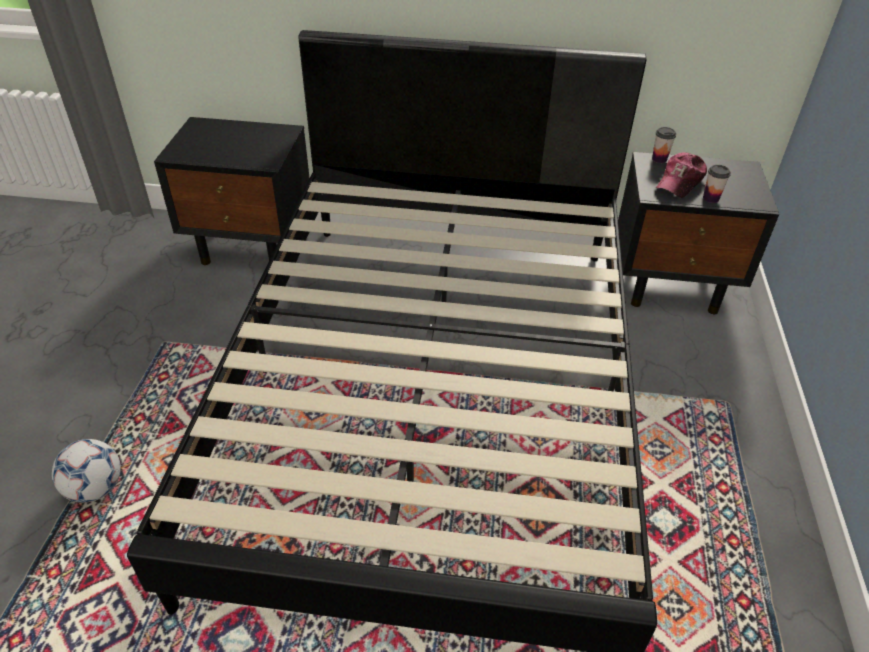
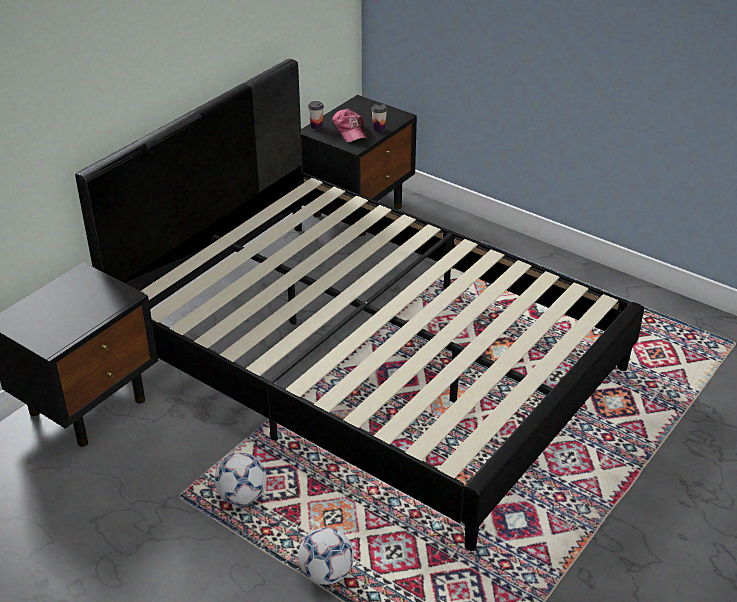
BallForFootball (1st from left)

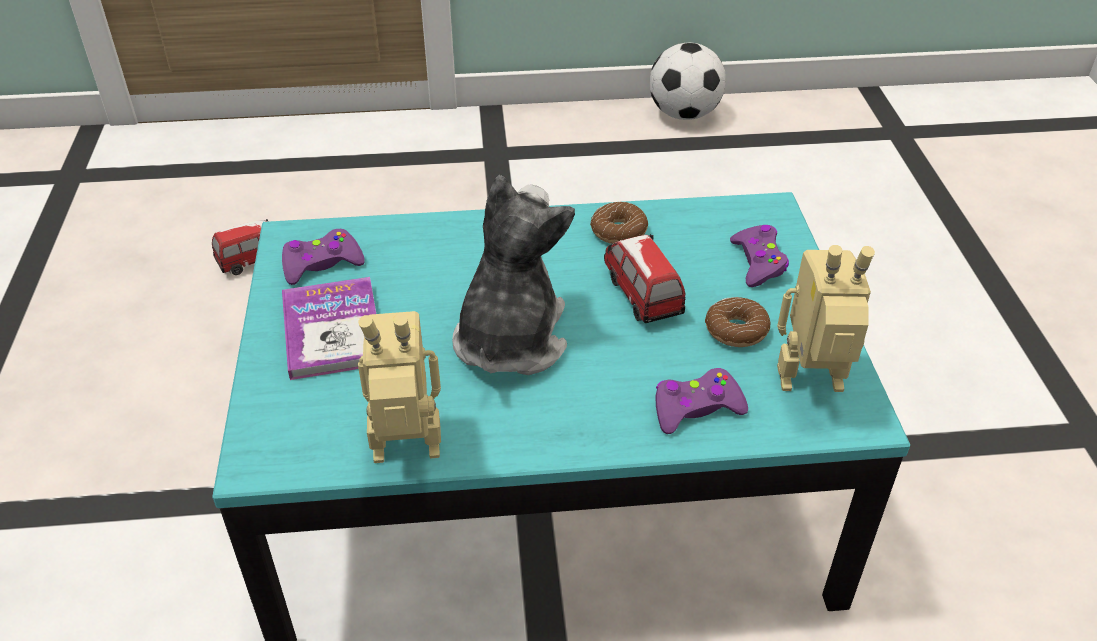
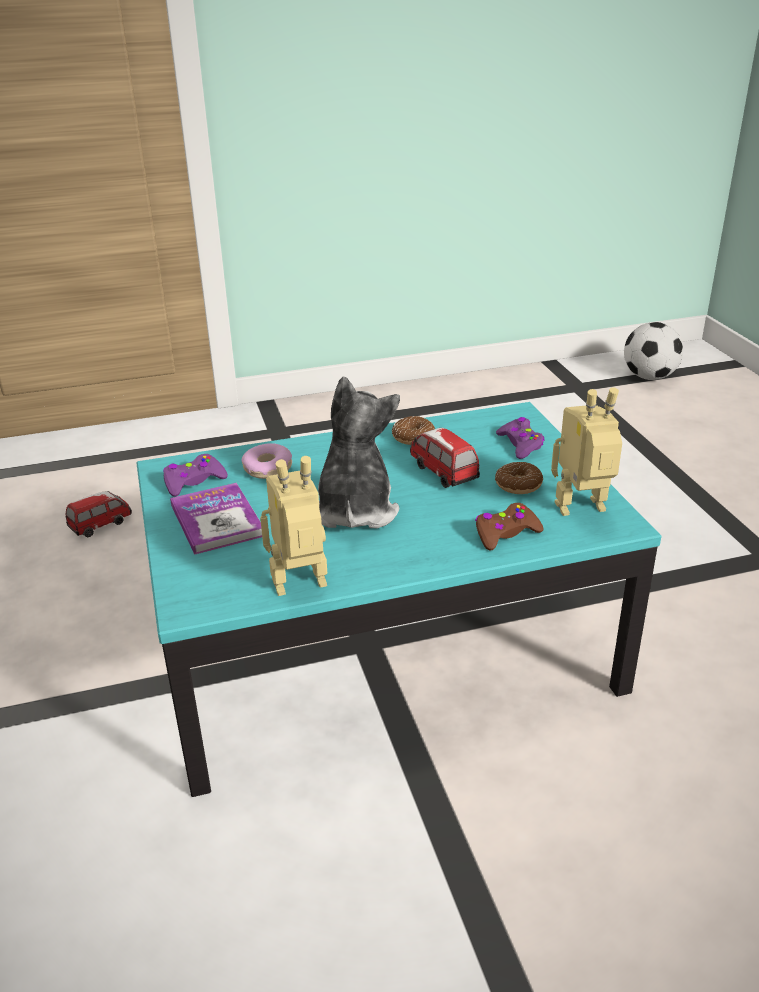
Doughnut (1st from left)
BallForFootball
BrownishGamepad

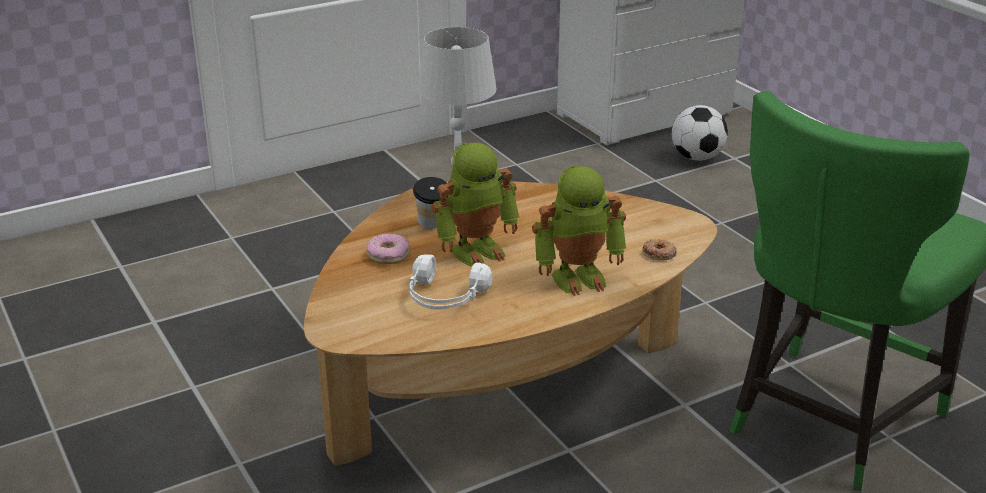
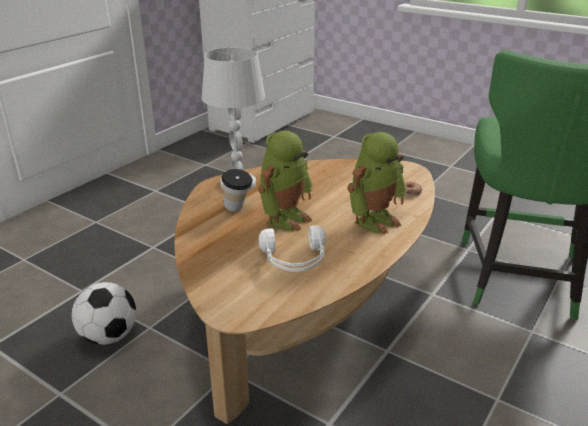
Doughnut (1st from left in the first image)
BallForFootball

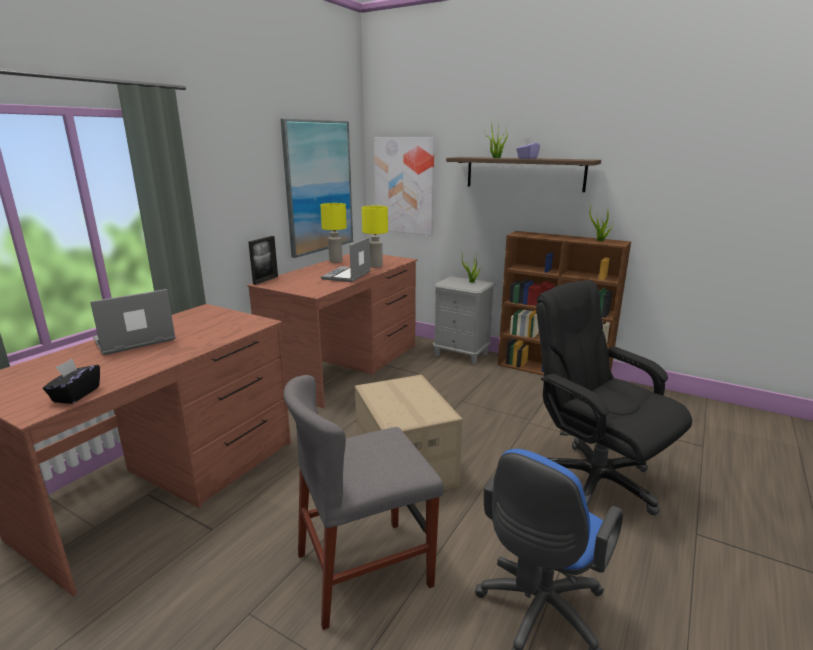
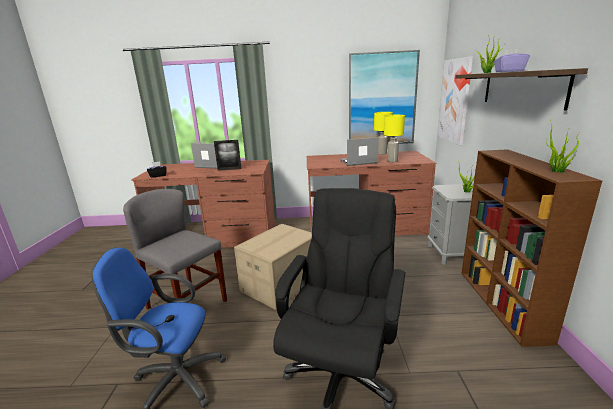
PhotoFrame

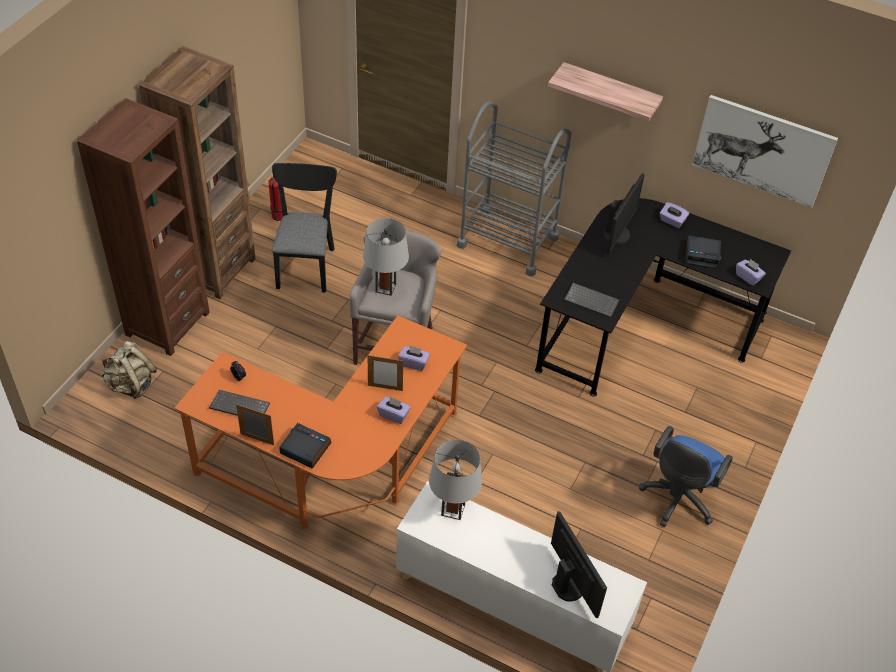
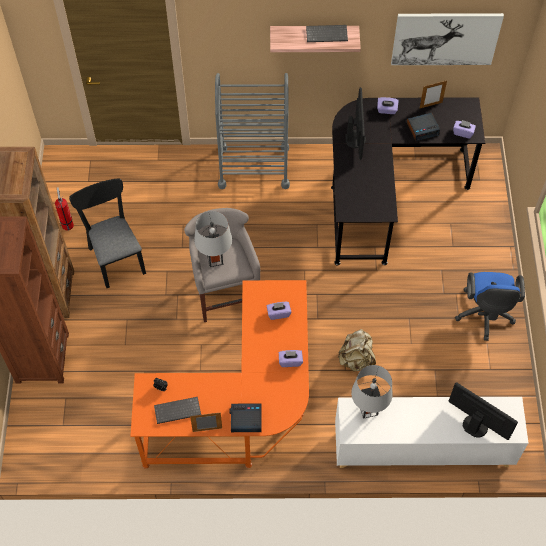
BeigeKnapsack
PhotoFrame (2nd from left)
Keyboard (2nd from left)

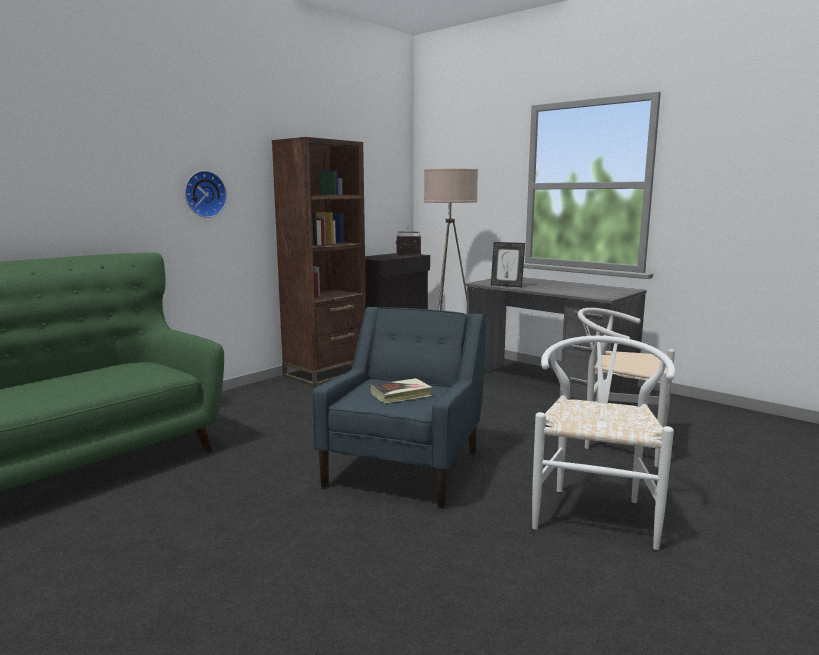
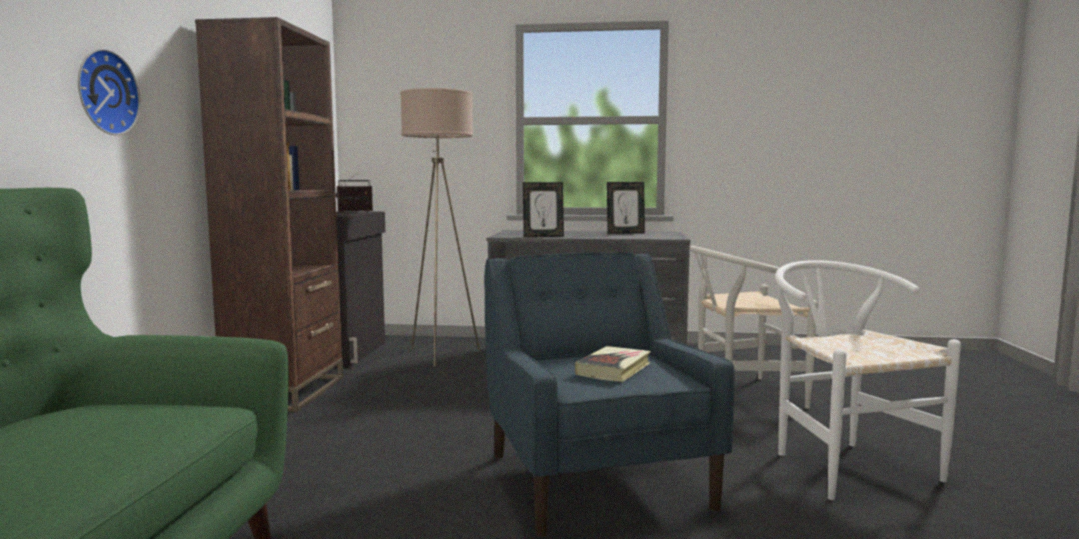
PhotoFrame (2nd from left)

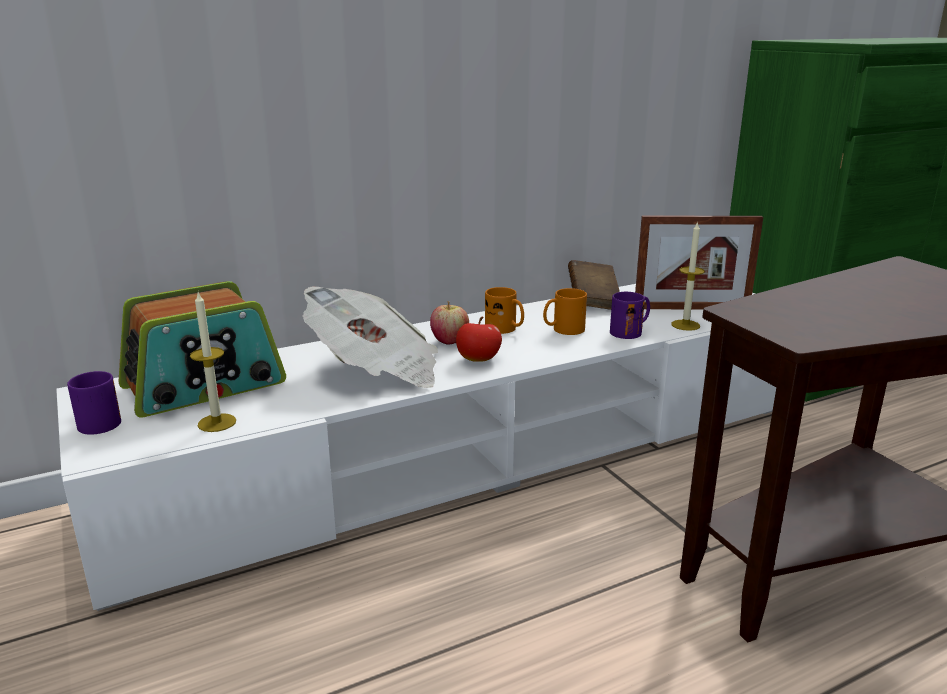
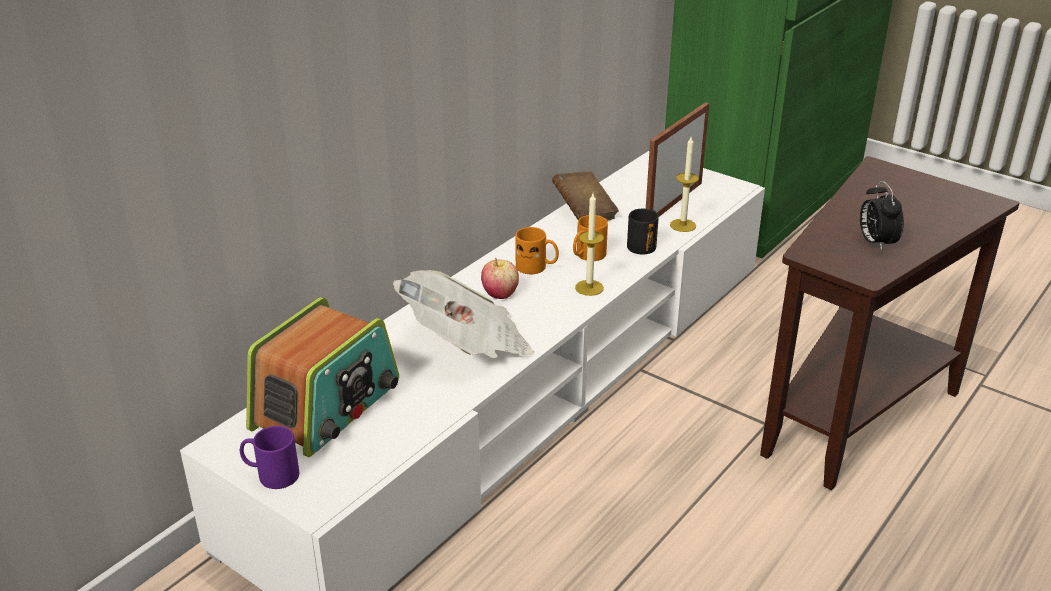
WholeApple (2nd from left in the first image)
TableClock
WaxLight (1st from left)
BlackMug
PhotoFrame

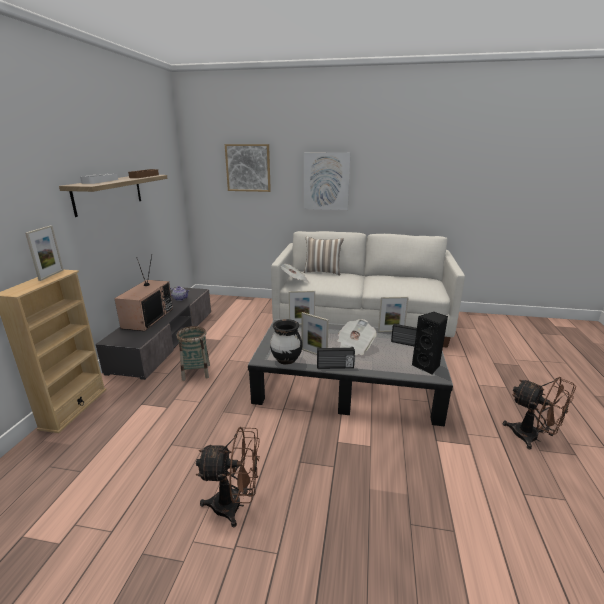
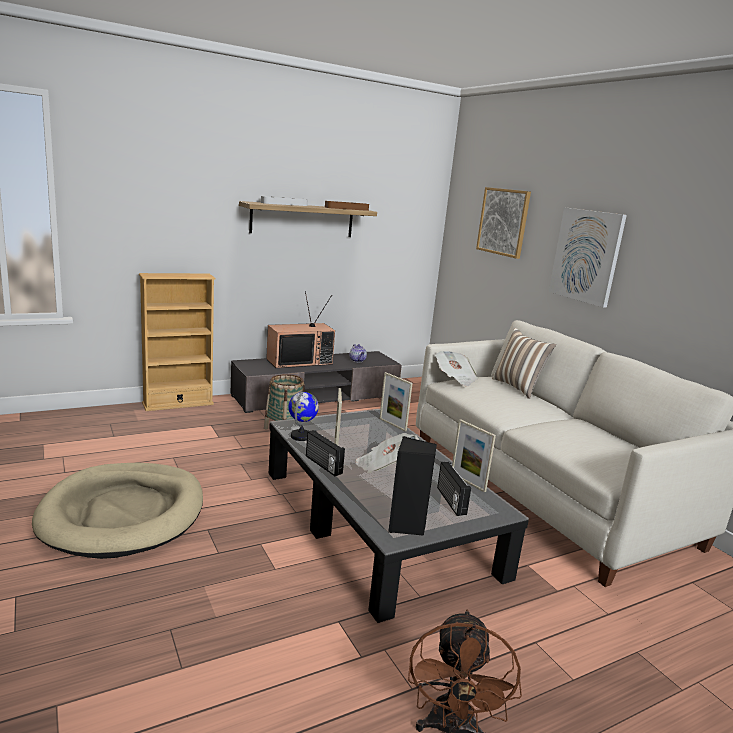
PhotoFrame (1st from left in the first image)
BeigeDogCushion
Globe

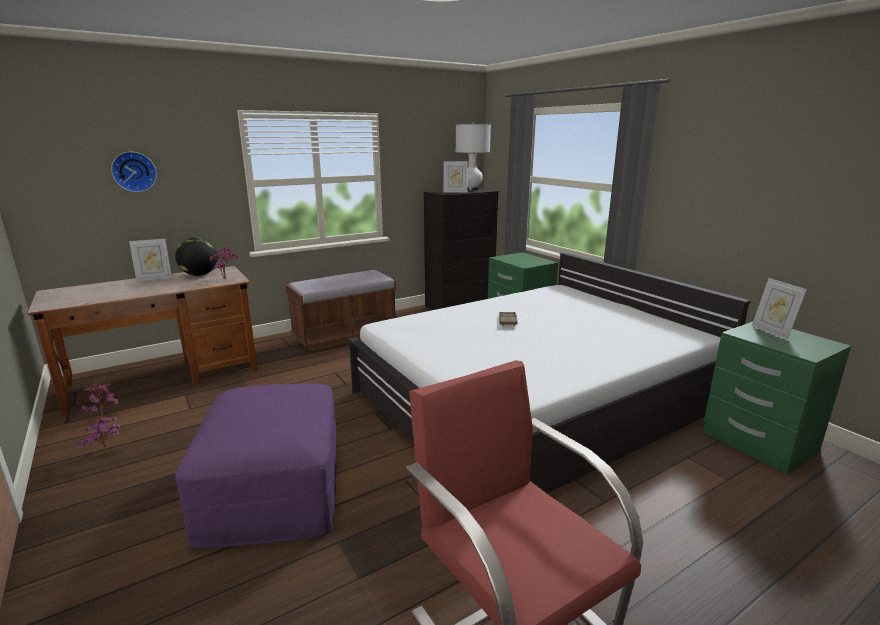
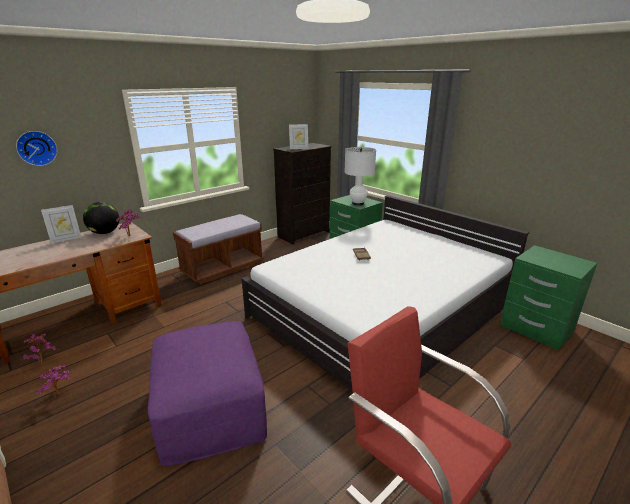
PhotoFrame (3rd from left in the first image)
WhitishLampForATable

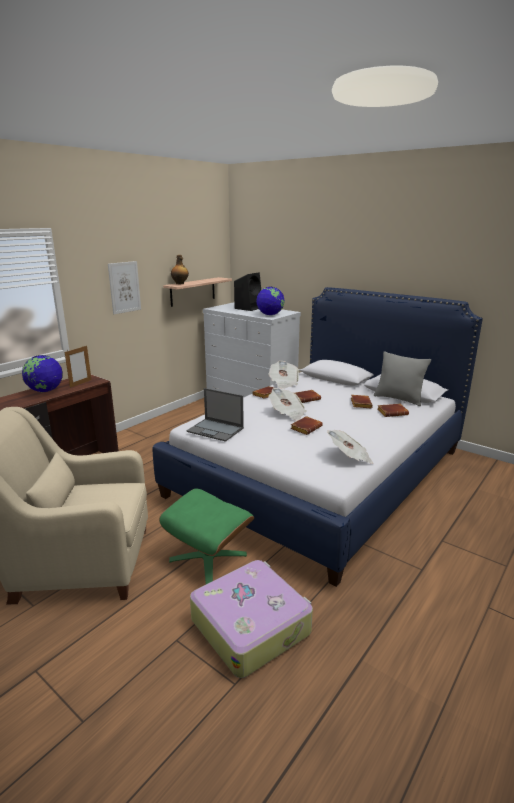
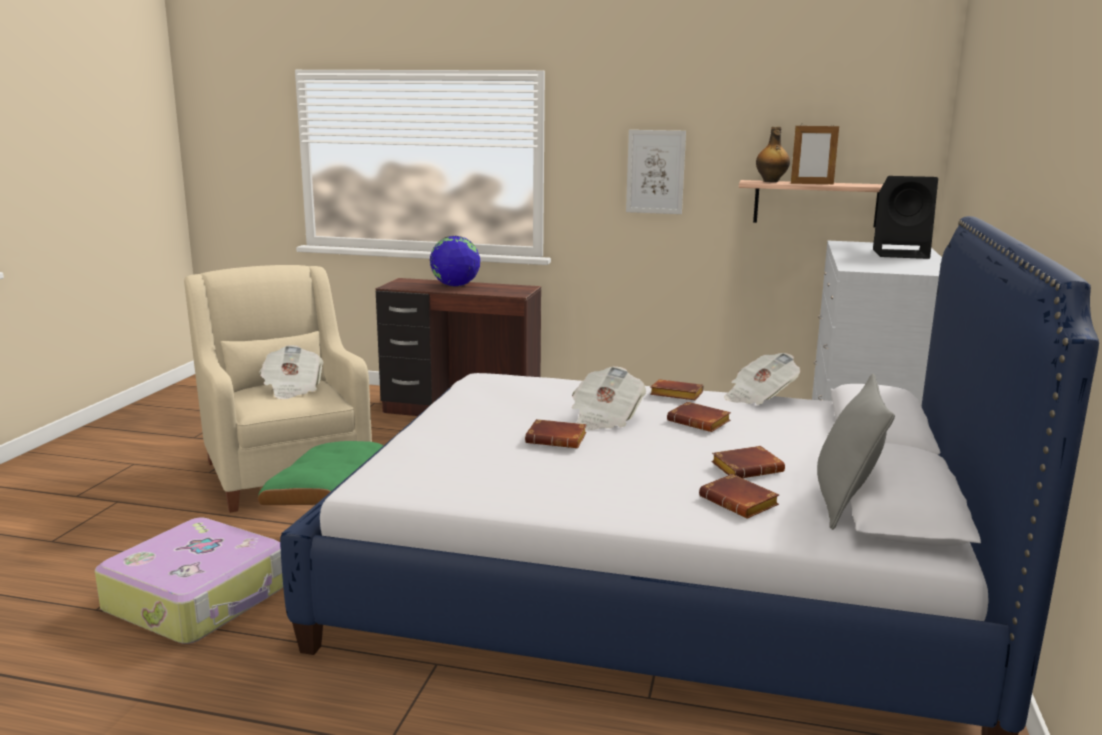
PortableComputer
Globe (2nd from left in the first image)
PhotoFrame
PrintedPaper (1st from left)

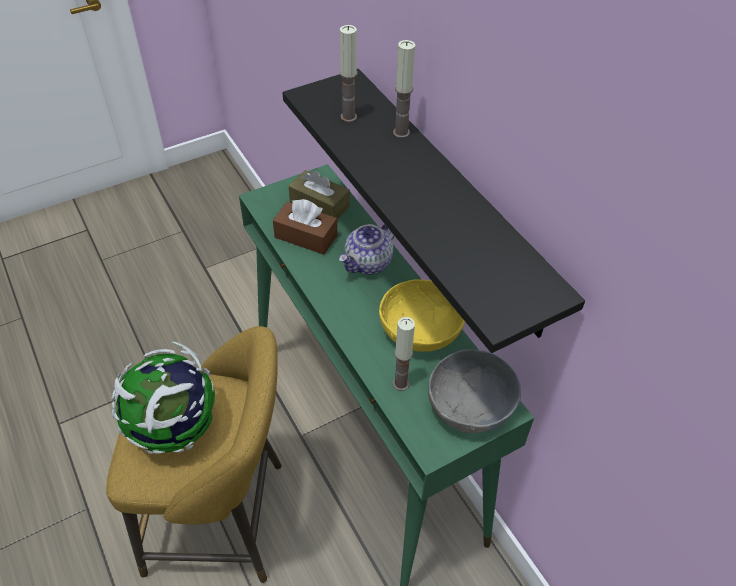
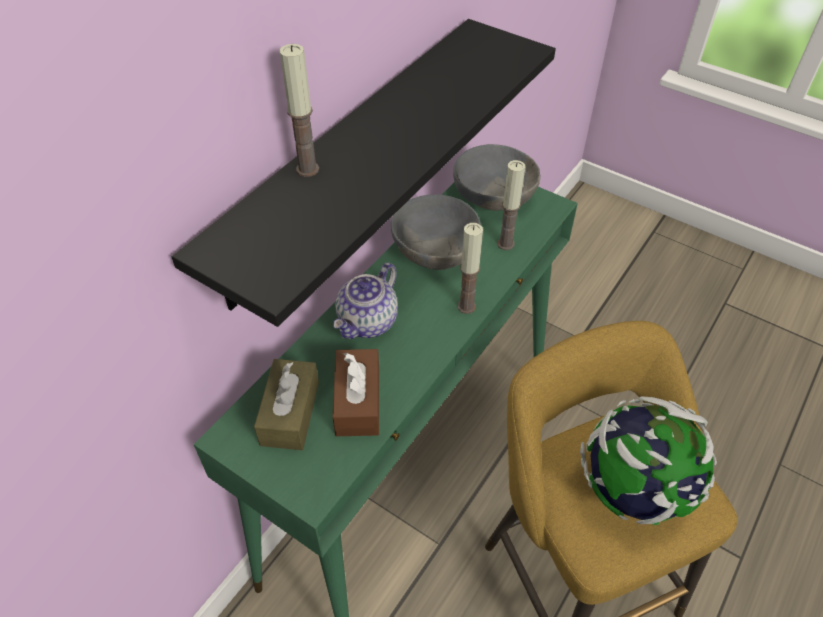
WaxLight (2nd from left)
GrayServingBowl (1st from left)
PotForTea

